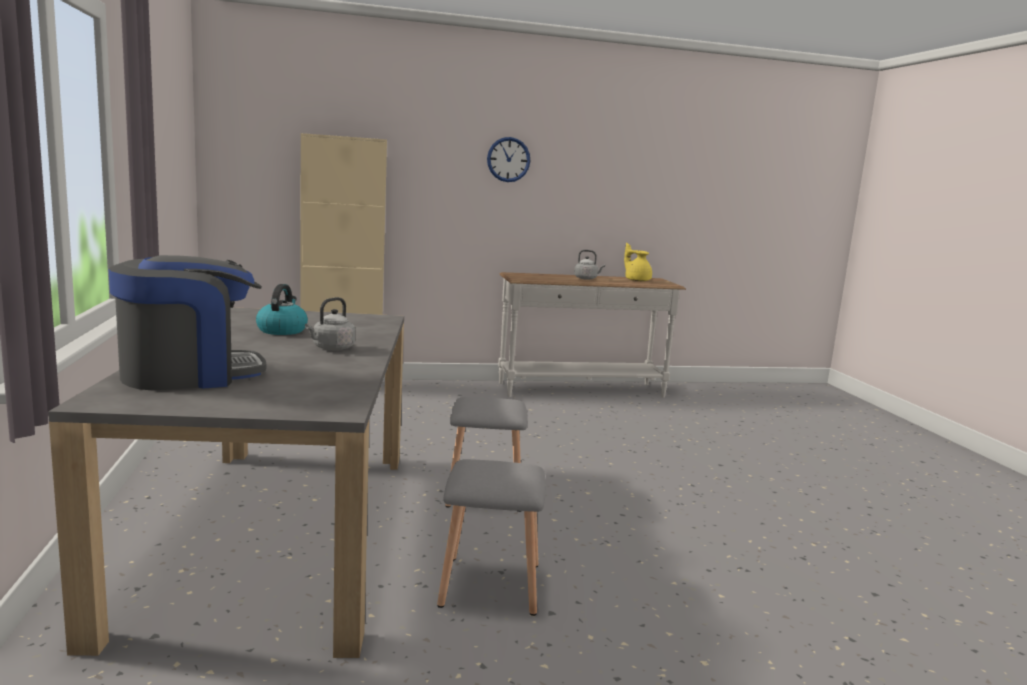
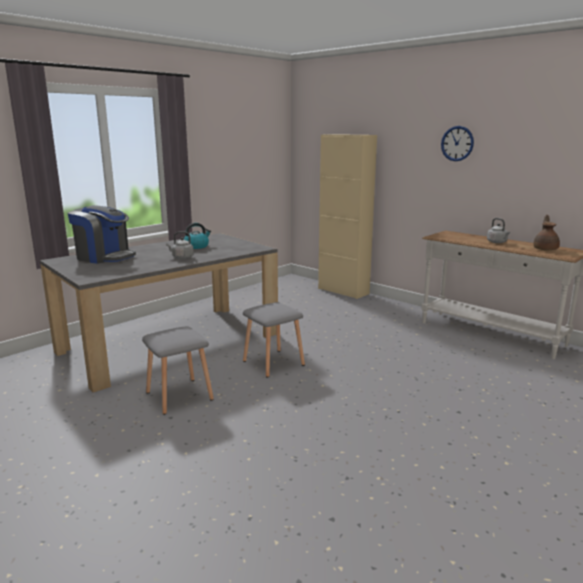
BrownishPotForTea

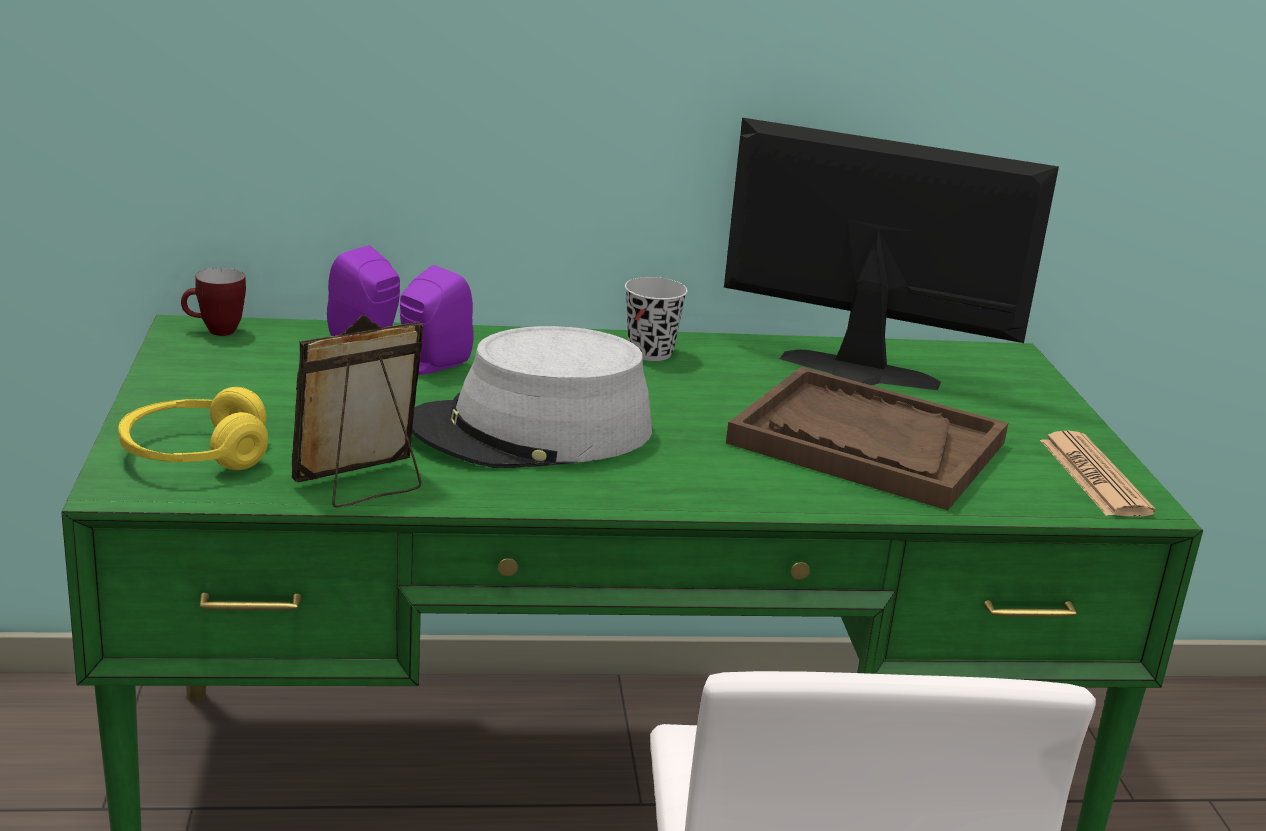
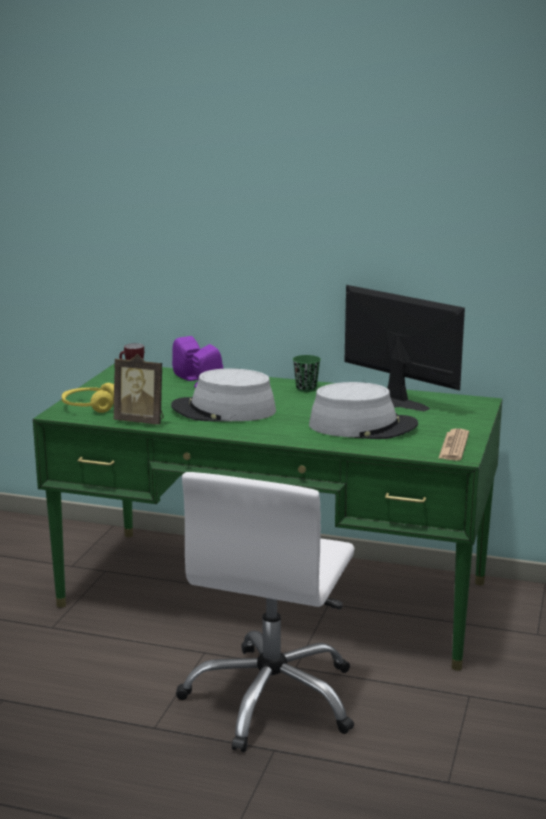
GrayClothingHat (2nd from left)
GreenColouredDrinkingCup
PhotoFrame

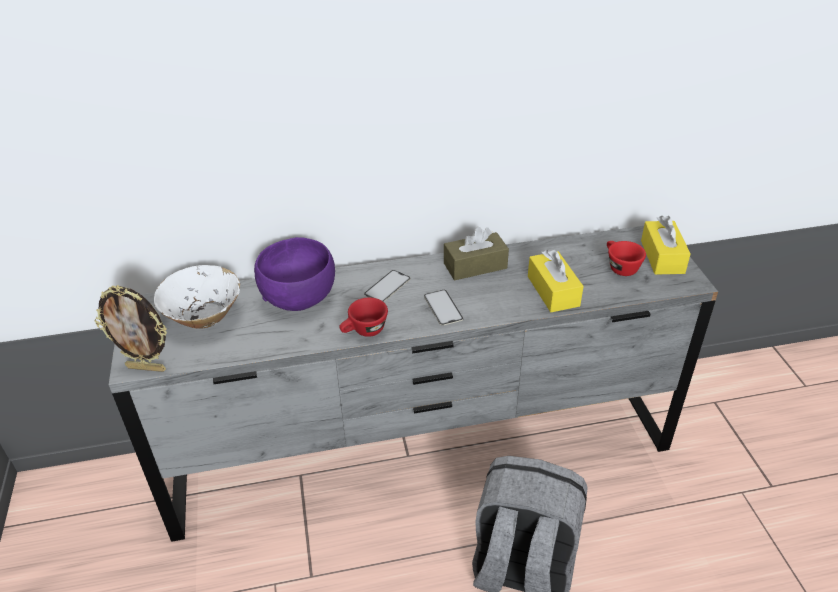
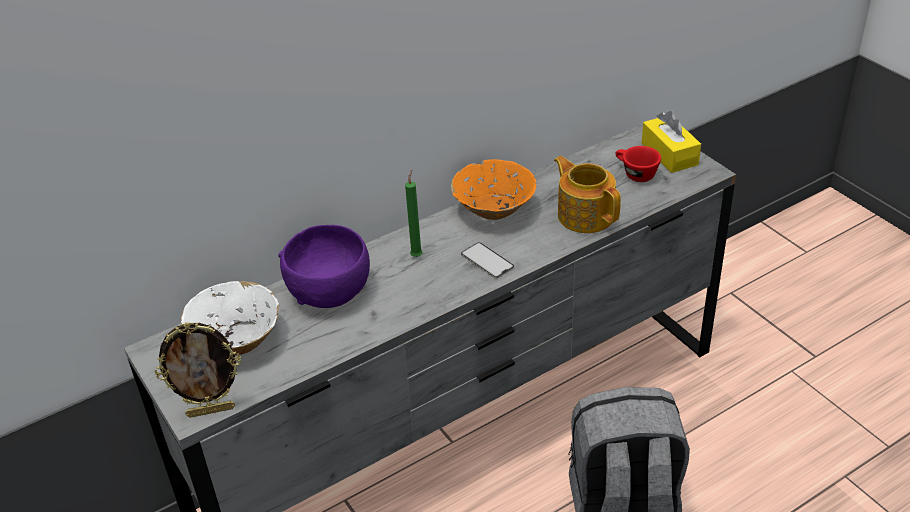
ReddishDrinkingCup (1st from left in the first image)
GreenColouredWaxLight
OrangeServingBowl
PotForTea

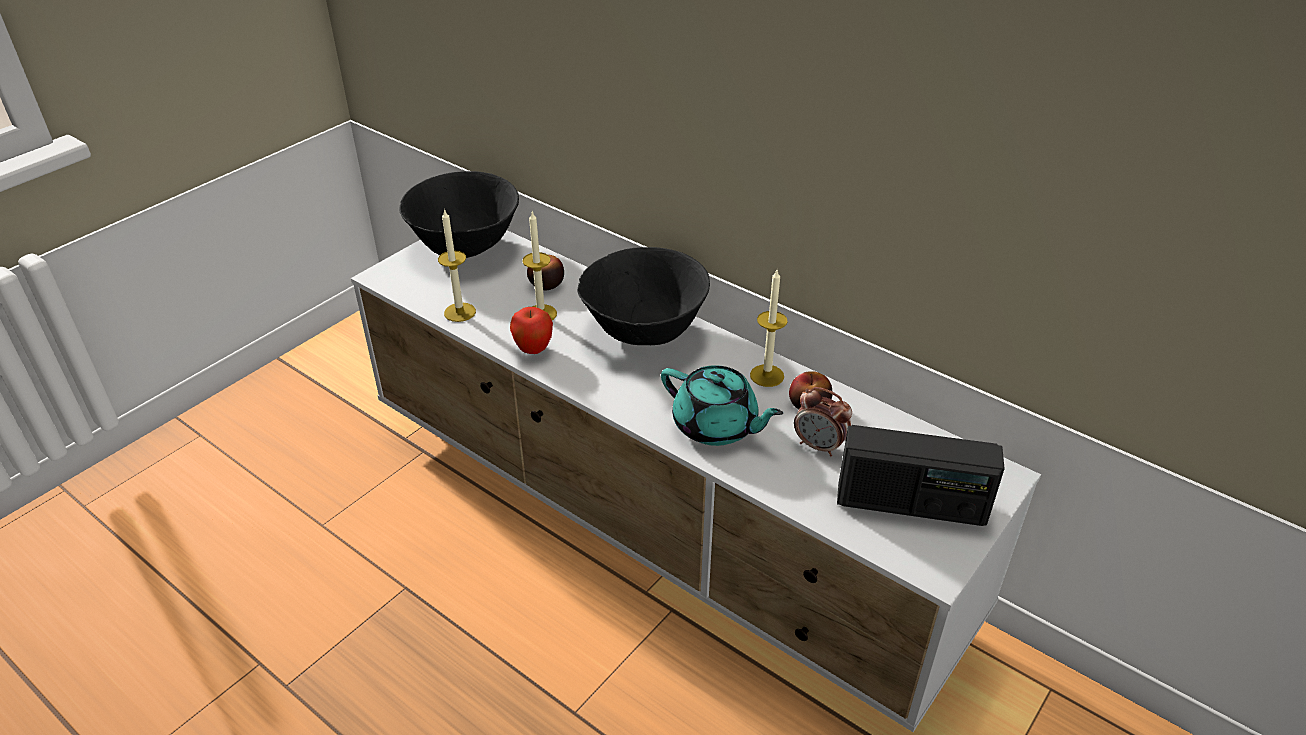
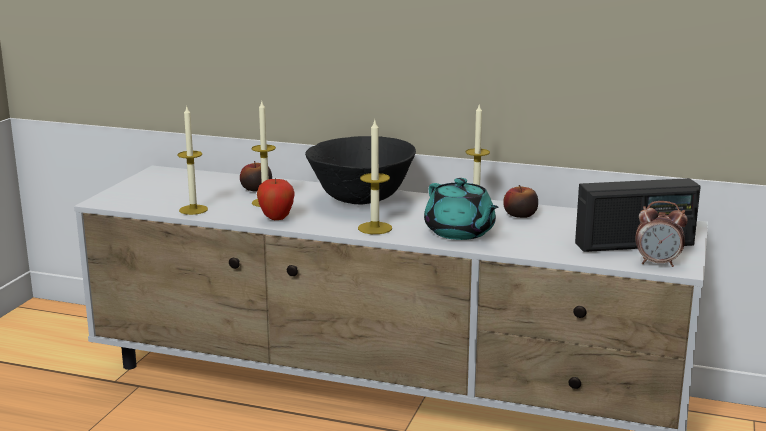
BlackServingBowl (1st from left in the first image)
WaxLight (3rd from left)
TableClock
TurquoisePotForTea

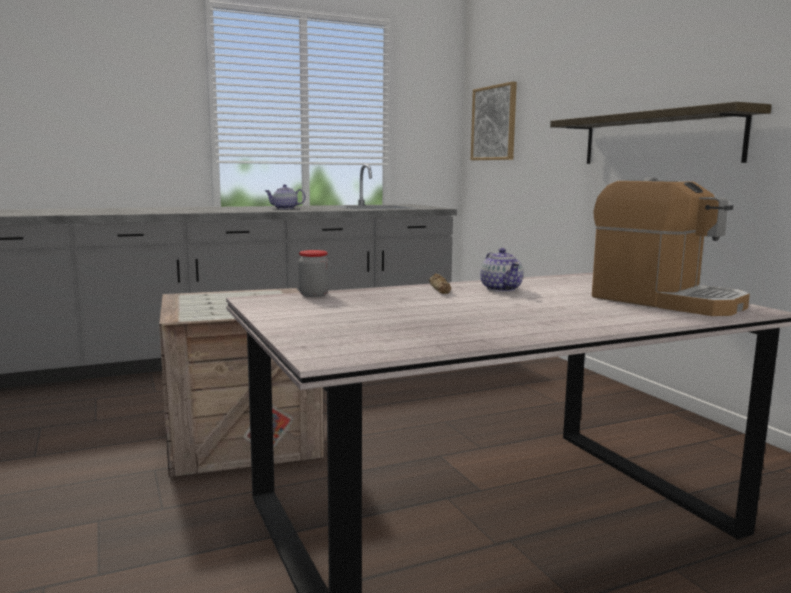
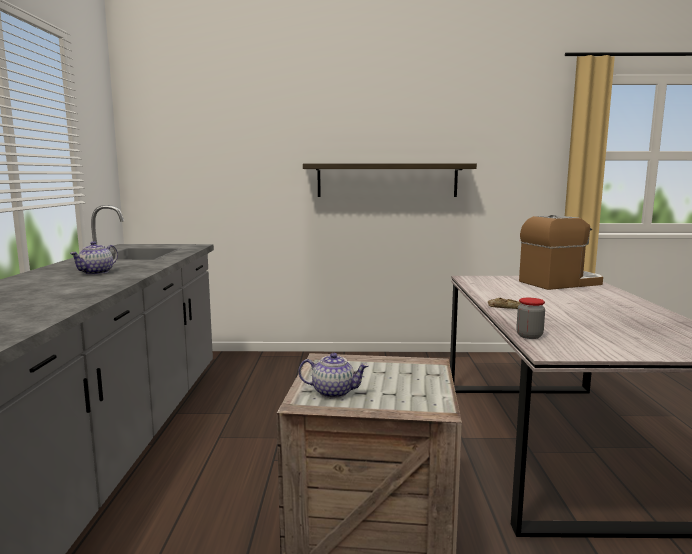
Picture
PotForTea (2nd from left)

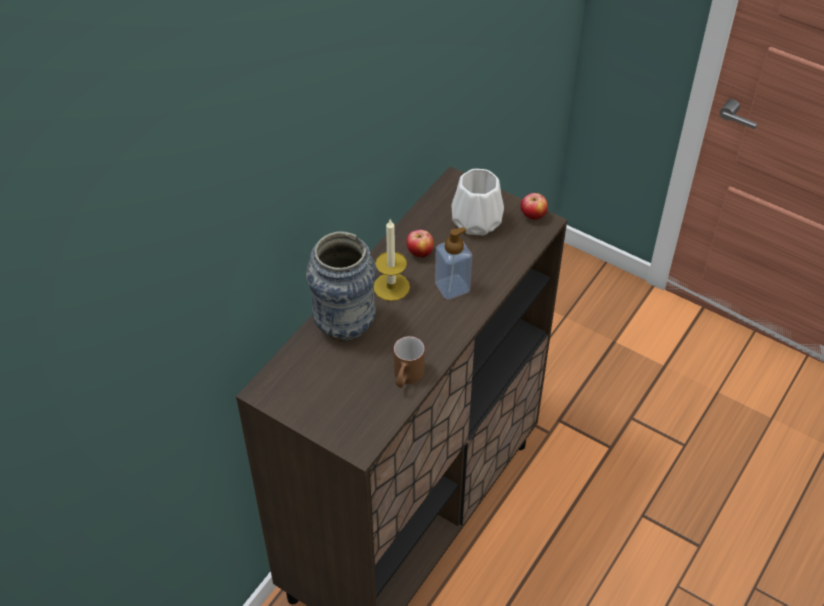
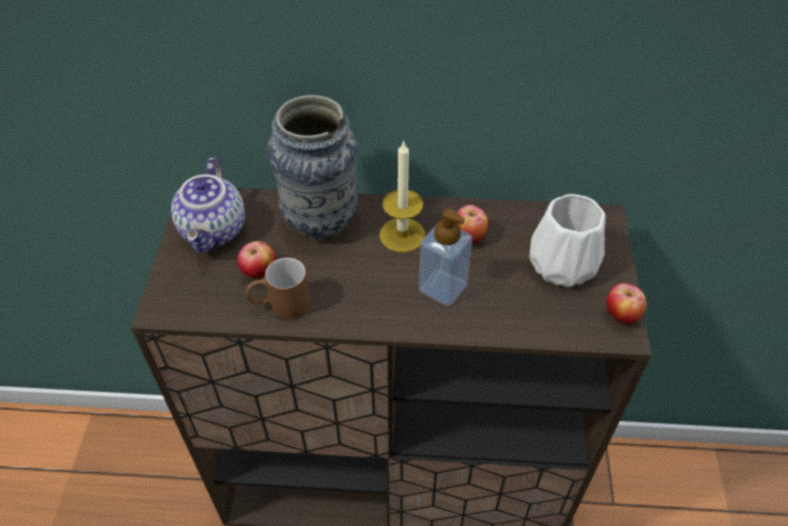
PotForTea
WholeApple (1st from left)

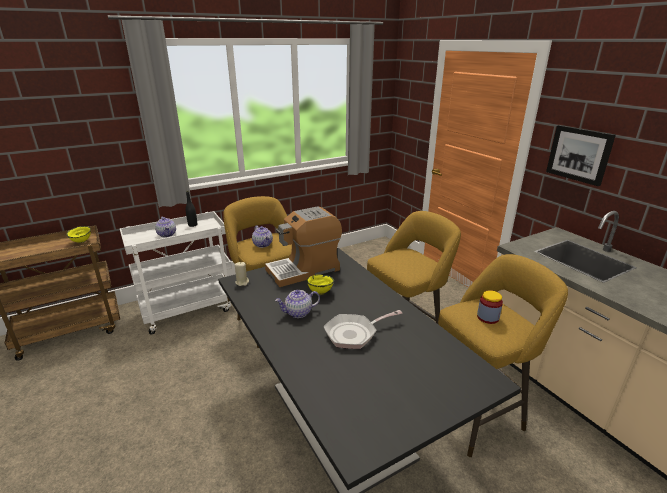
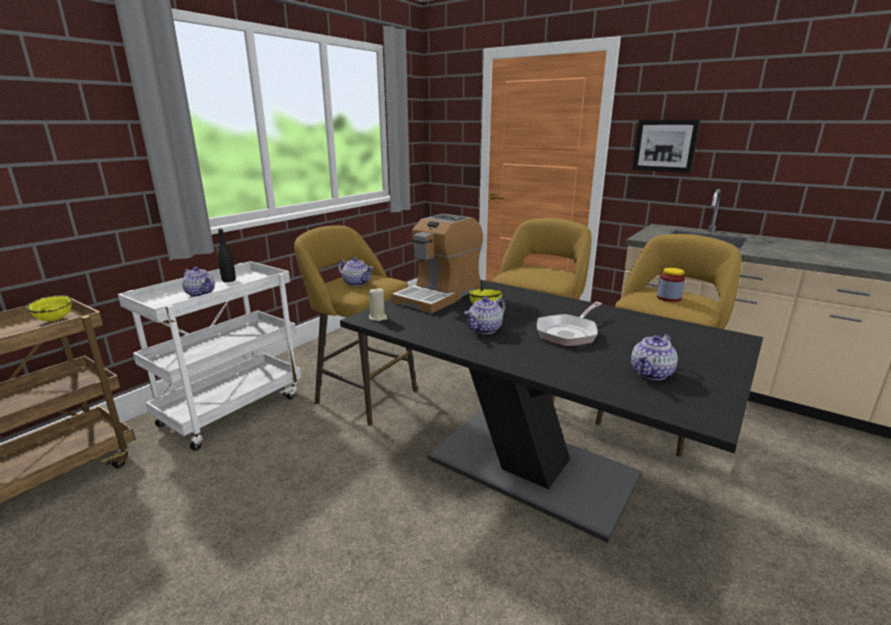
PotForTea (4th from left)

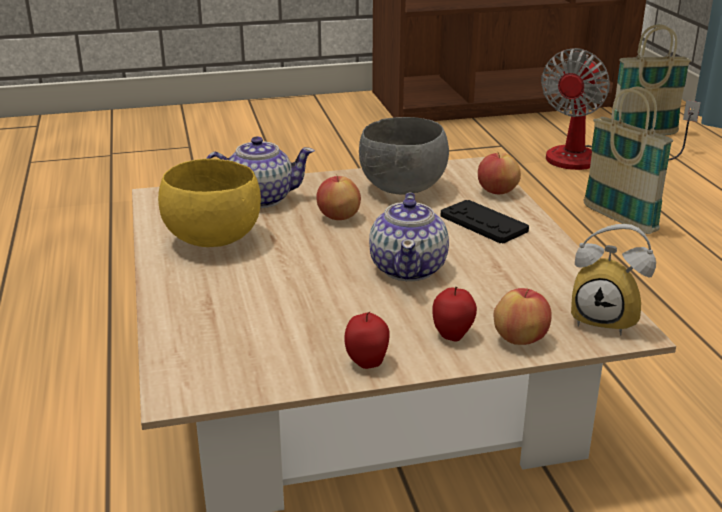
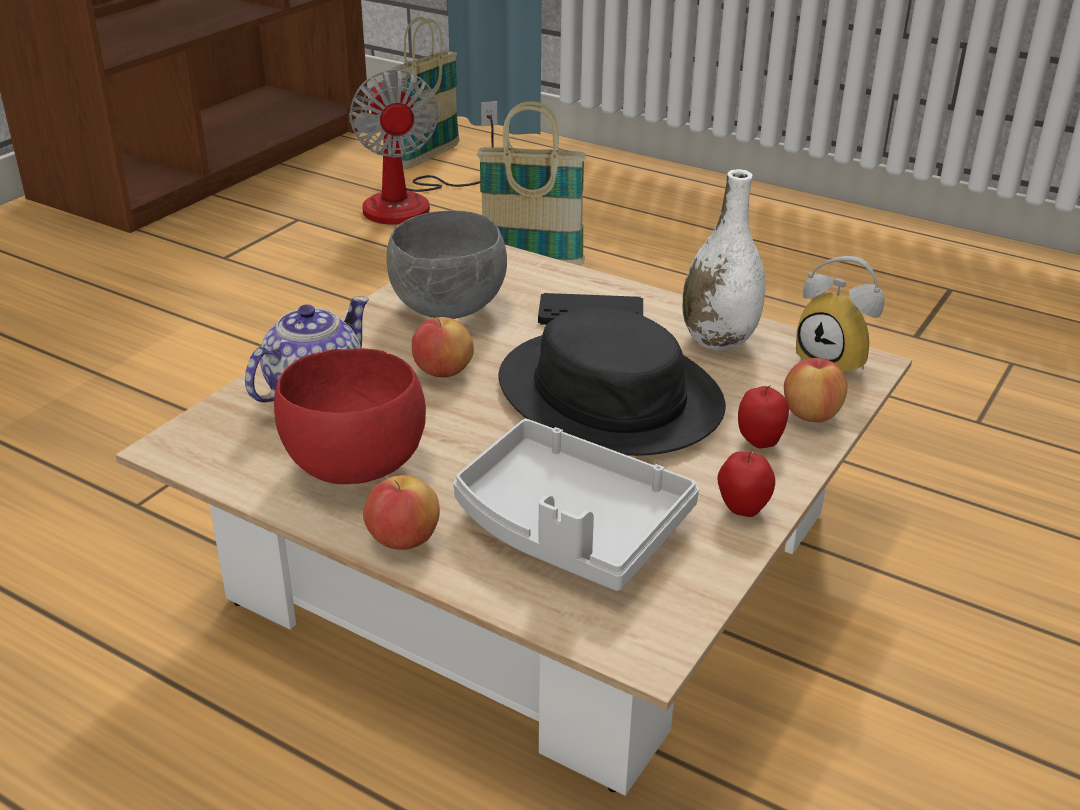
GrayTray
WhitishDecorativeVase
WholeApple (1st from left)
BlackClothingHat
ReddishServingBowl
TableClock

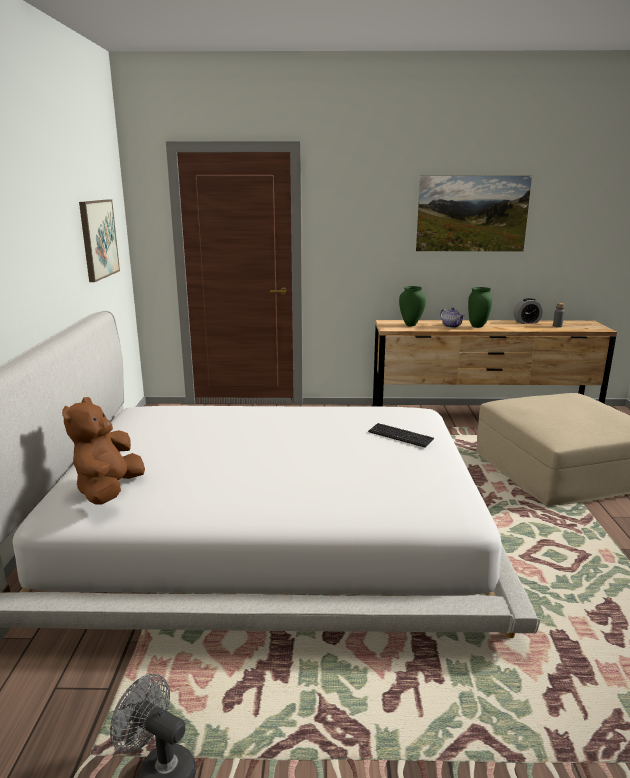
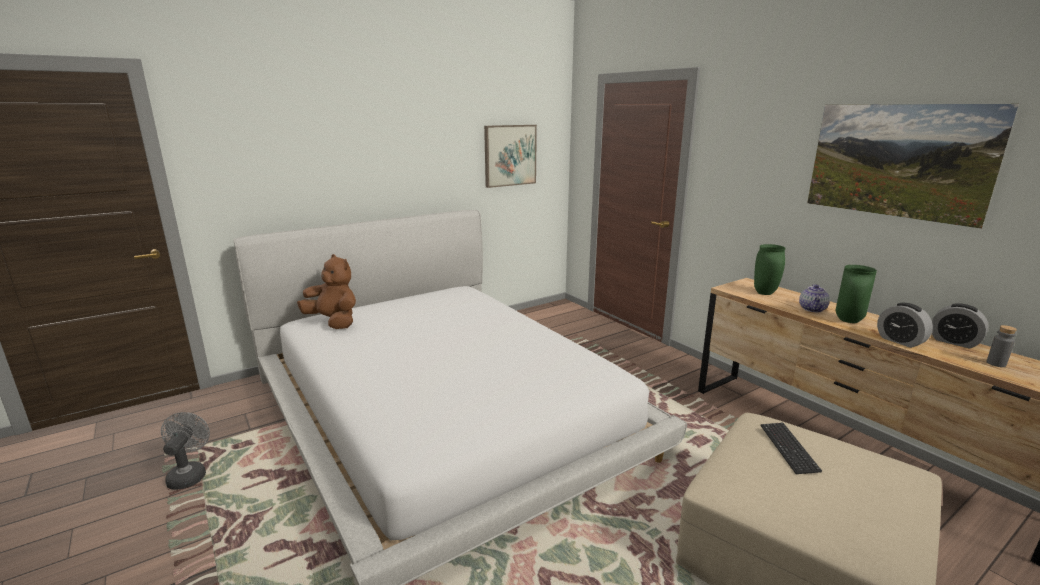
TableClock (1st from left)
Keyboard
BrownishCuddlyToy

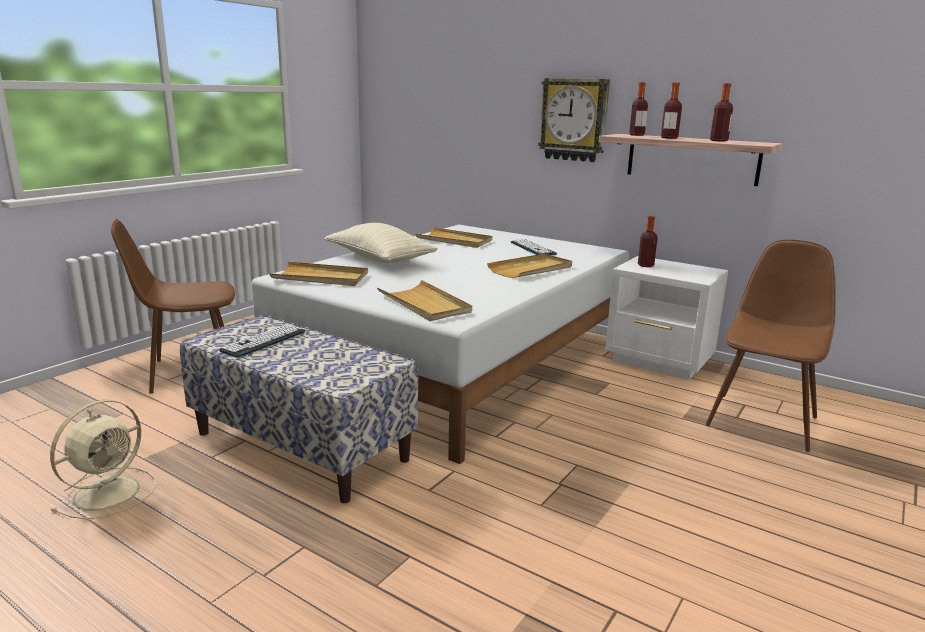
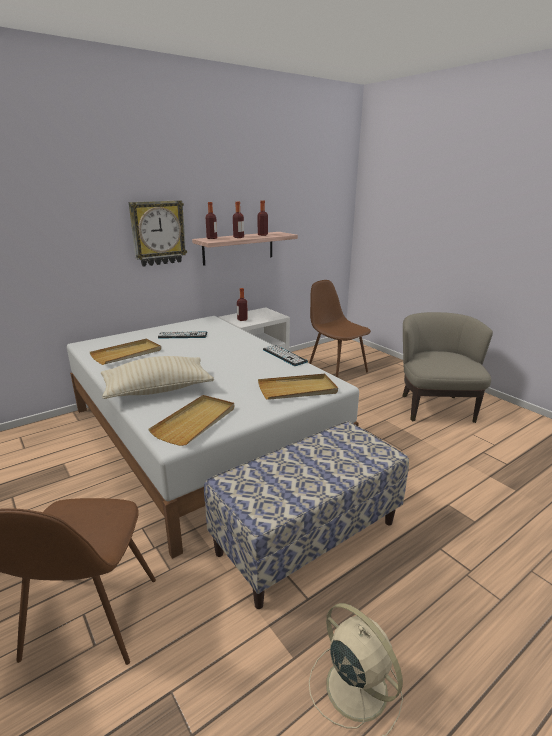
BeigeTray (4th from left in the first image)
BeigeEasyChair
Keyboard (2nd from left)

